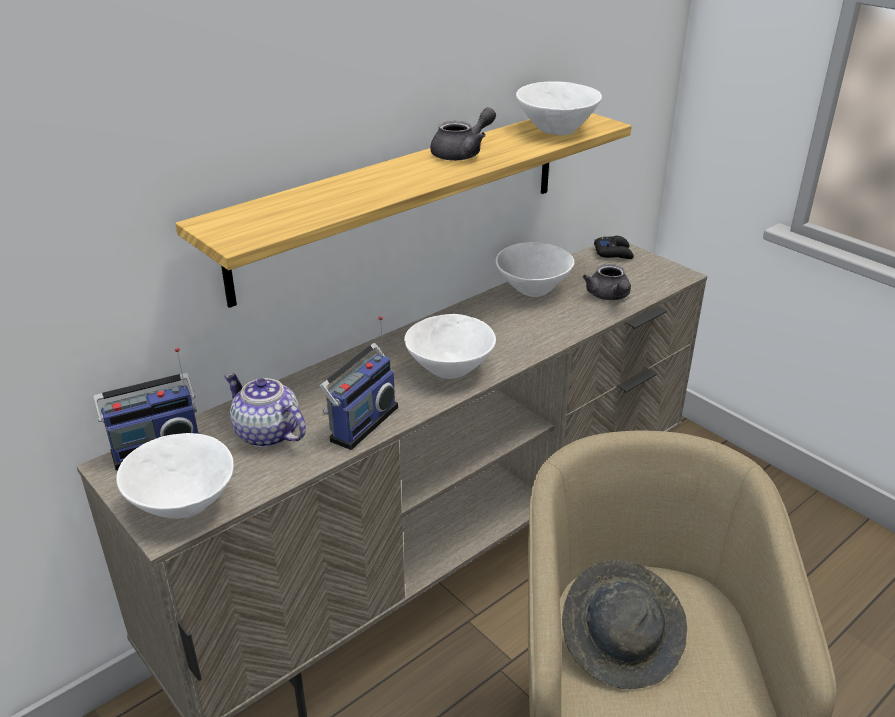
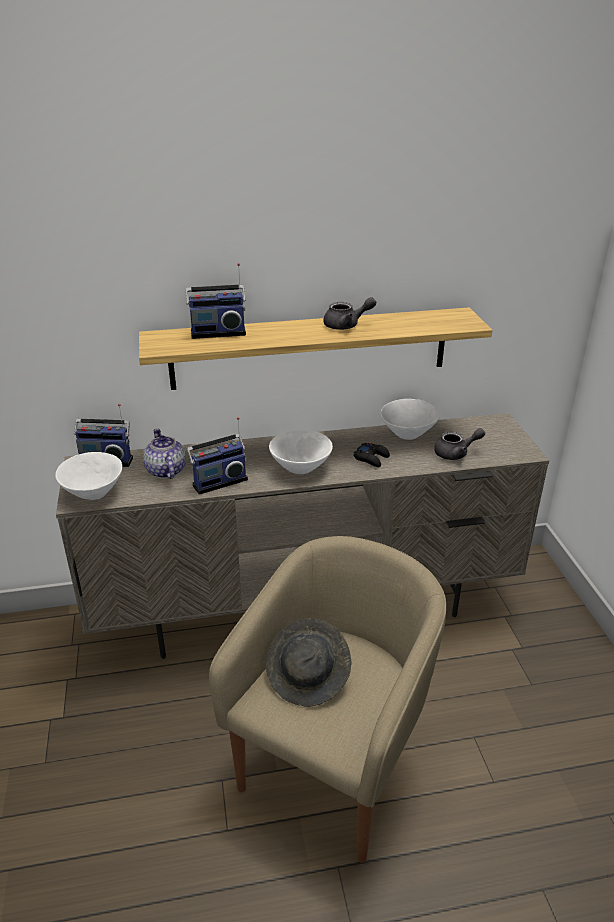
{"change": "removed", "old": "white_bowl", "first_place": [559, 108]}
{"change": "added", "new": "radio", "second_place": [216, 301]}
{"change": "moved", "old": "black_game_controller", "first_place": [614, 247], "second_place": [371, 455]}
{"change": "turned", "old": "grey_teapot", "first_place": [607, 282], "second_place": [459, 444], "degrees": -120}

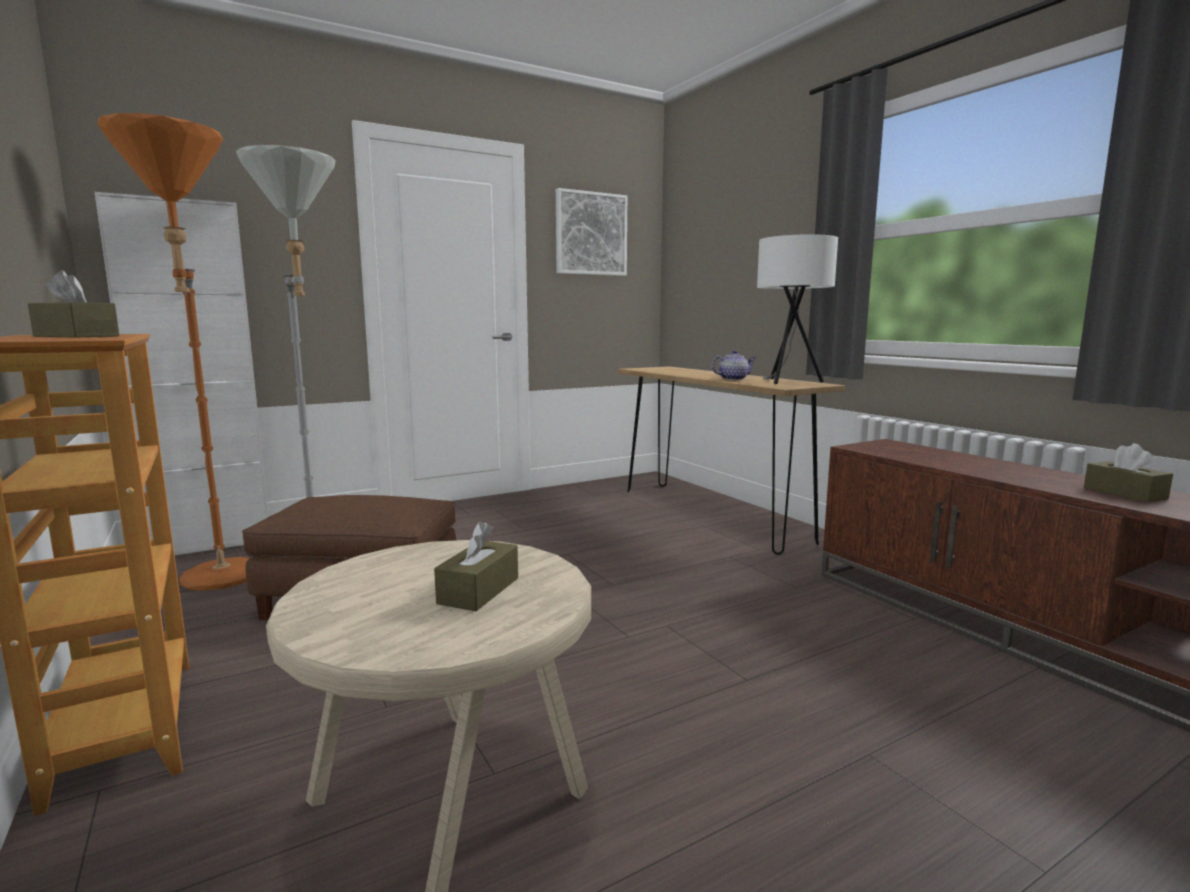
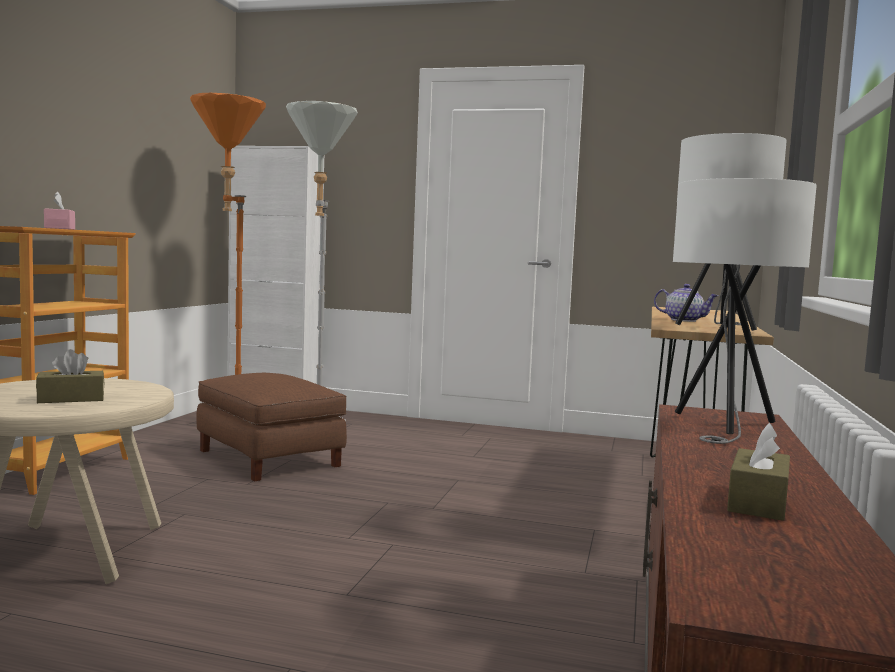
{"change": "removed", "old": "picture", "first_place": [591, 232]}
{"change": "added", "new": "white_table_lamp", "second_place": [745, 311]}
{"change": "recoloured", "old": "brown_tissue_box", "new": "pink_tissue_box", "first_place": [73, 304], "second_place": [59, 211]}

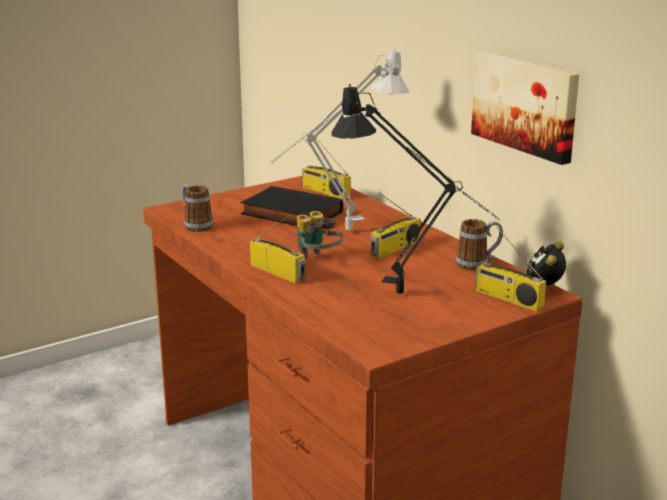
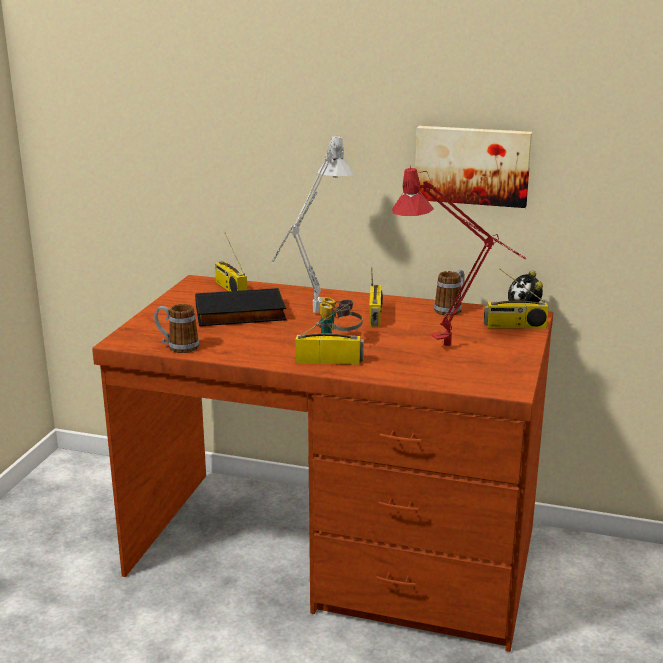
{"change": "recoloured", "old": "black_table_lamp", "new": "red_table_lamp", "first_place": [415, 189], "second_place": [459, 256]}
{"change": "turned", "old": "radio", "first_place": [326, 168], "second_place": [231, 262], "degrees": 60}

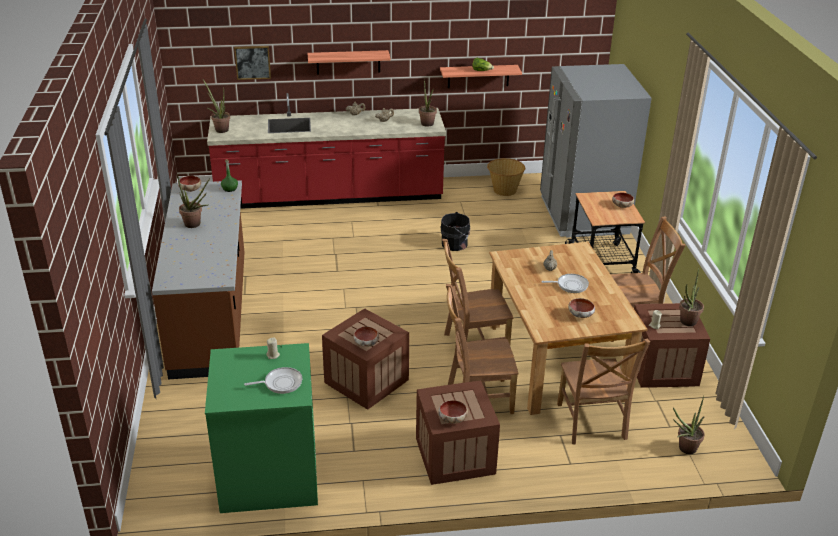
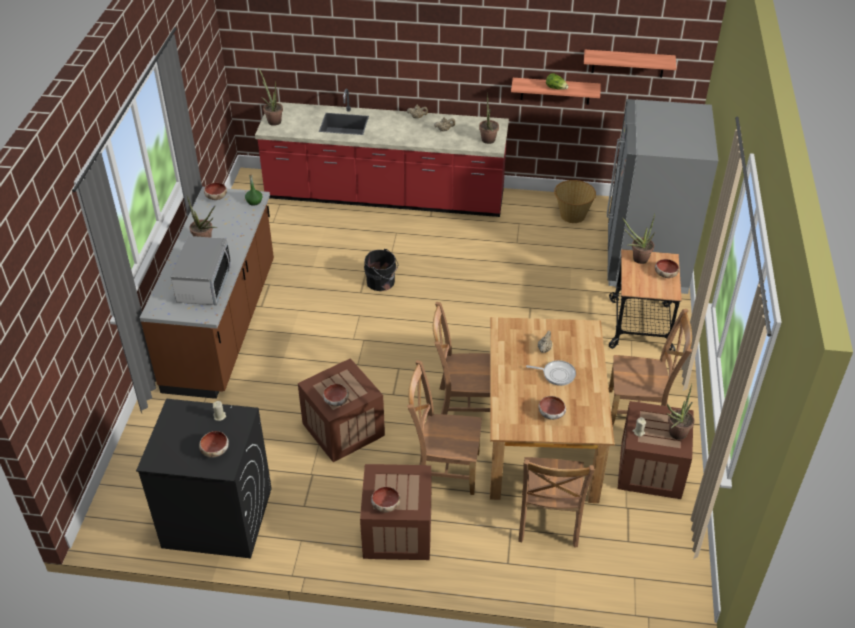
{"change": "removed", "old": "picture", "first_place": [252, 63]}
{"change": "added", "new": "microwave", "second_place": [201, 270]}
{"change": "moved", "old": "shelf", "first_place": [349, 62], "second_place": [630, 64]}
{"change": "moved", "old": "black_bucket", "first_place": [456, 231], "second_place": [381, 270]}
{"change": "moved", "old": "potted_plant", "first_place": [689, 425], "second_place": [638, 239]}
{"change": "replaced", "old": "frying_pan", "new": "bowl", "first_place": [273, 380], "second_place": [214, 444]}
{"change": "recoloured", "old": "green_washing_machine", "new": "black_washing_machine", "first_place": [261, 428], "second_place": [204, 478]}

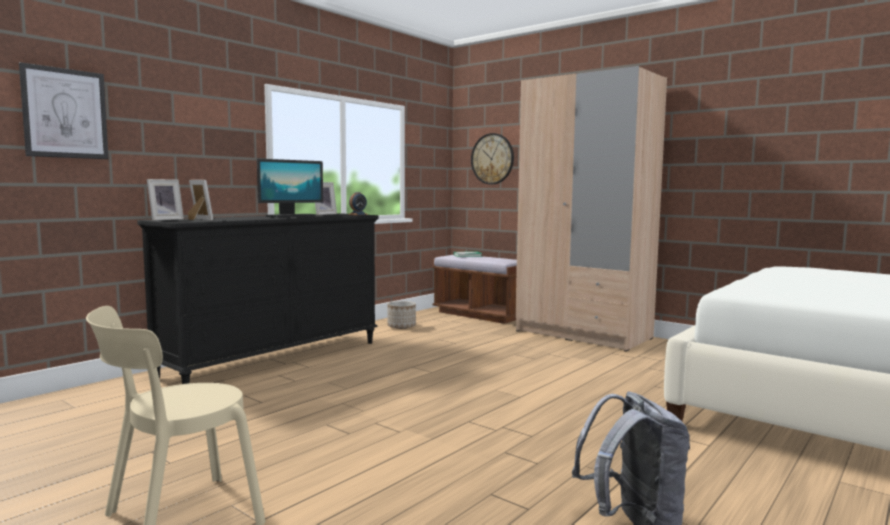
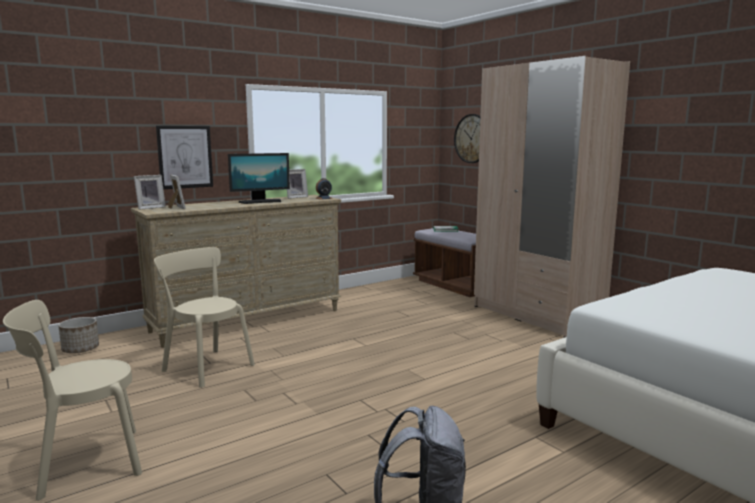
{"change": "added", "new": "beige_chair", "second_place": [204, 317]}
{"change": "moved", "old": "picture", "first_place": [64, 110], "second_place": [184, 157]}
{"change": "moved", "old": "planter", "first_place": [401, 315], "second_place": [78, 335]}
{"change": "recoloured", "old": "black_dresser", "new": "beige_dresser", "first_place": [258, 298], "second_place": [236, 271]}

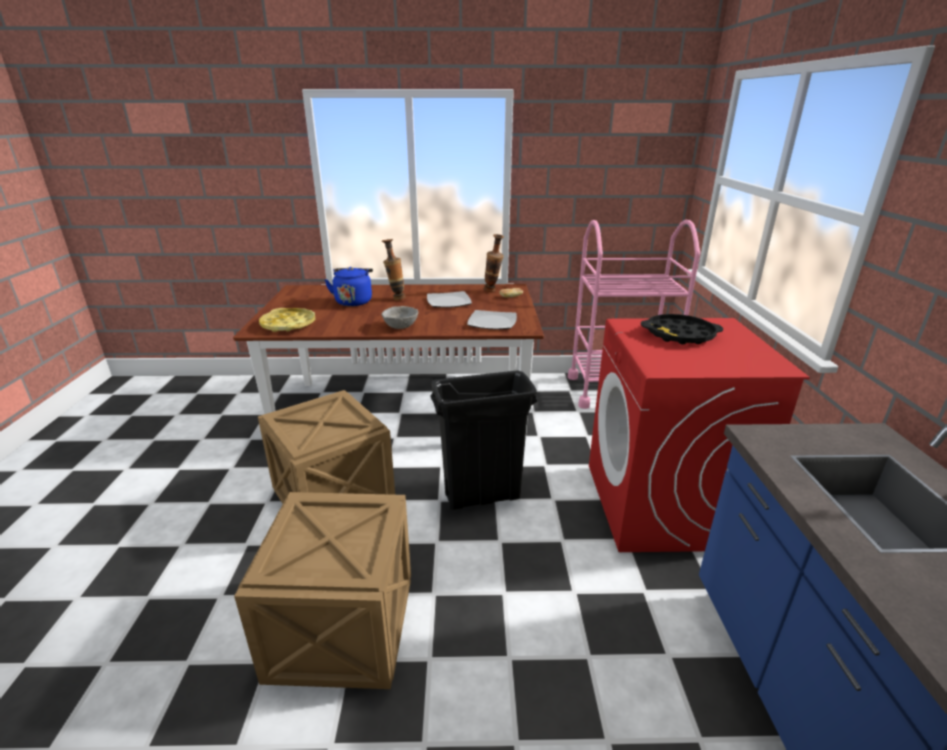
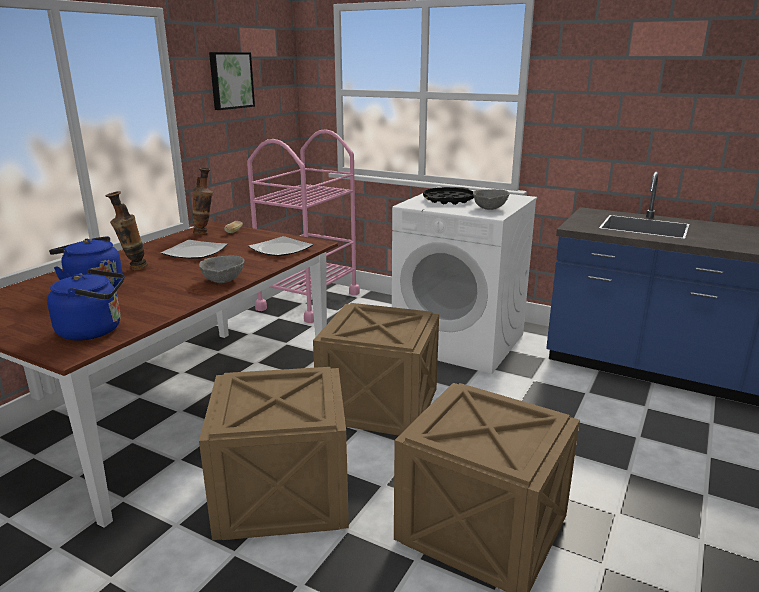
{"change": "added", "new": "picture", "second_place": [232, 81]}
{"change": "added", "new": "grey_bowl", "second_place": [491, 199]}
{"change": "replaced", "old": "yellow_tray", "new": "blue_kettle", "first_place": [287, 320], "second_place": [86, 305]}
{"change": "replaced", "old": "black_trash_can", "new": "crate", "first_place": [483, 440], "second_place": [376, 369]}
{"change": "recoloured", "old": "red_washing_machine", "new": "white_washing_machine", "first_place": [699, 435], "second_place": [464, 280]}

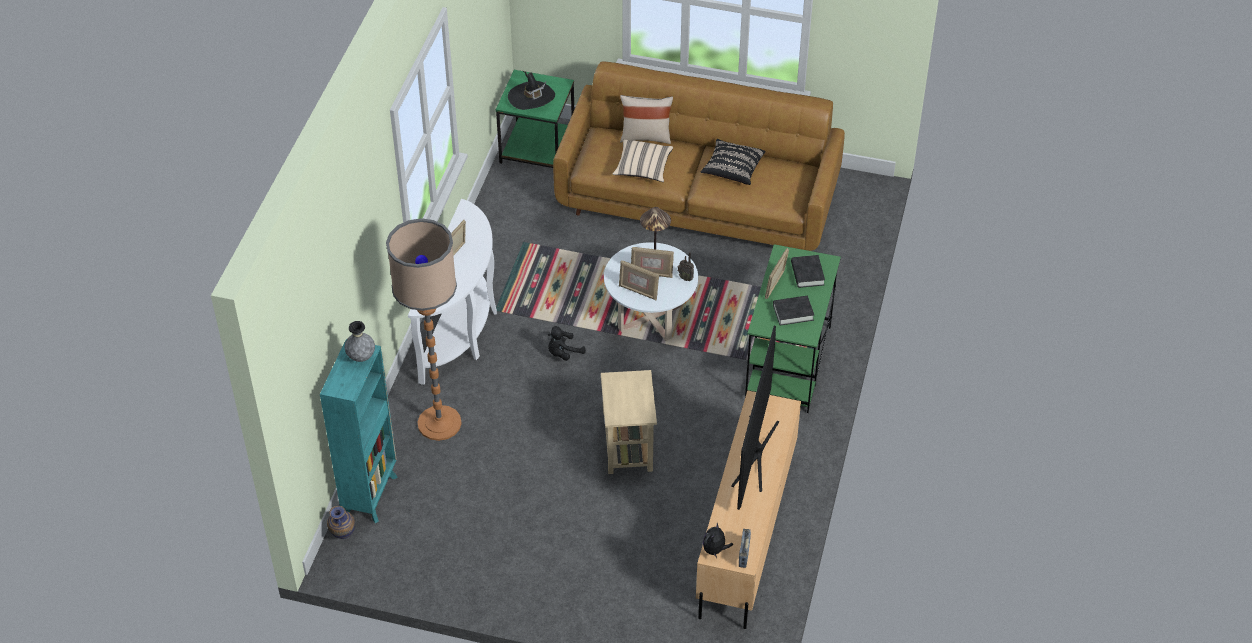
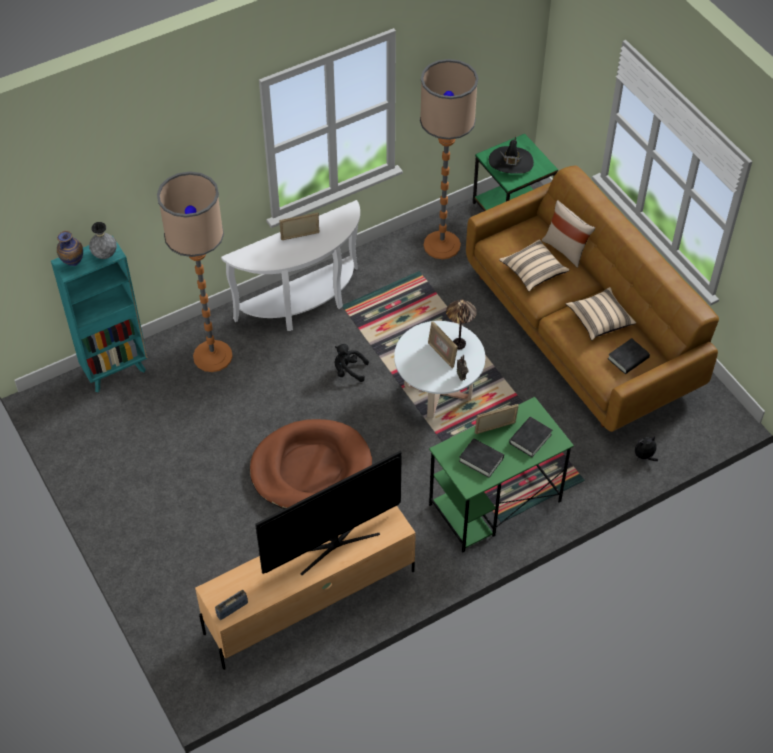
{"change": "removed", "old": "picture_frame", "first_place": [639, 280]}
{"change": "added", "new": "floor_lamp", "second_place": [449, 159]}
{"change": "added", "new": "black_book", "second_place": [629, 356]}
{"change": "moved", "old": "vase", "first_place": [341, 522], "second_place": [70, 248]}
{"change": "moved", "old": "plush_toy", "first_place": [718, 540], "second_place": [646, 448]}
{"change": "replaced", "old": "beige_side_table", "new": "brown_dog_bed", "first_place": [629, 422], "second_place": [311, 464]}
{"change": "recoloured", "old": "black_pillow", "new": "beige_pillow", "first_place": [733, 162], "second_place": [601, 314]}

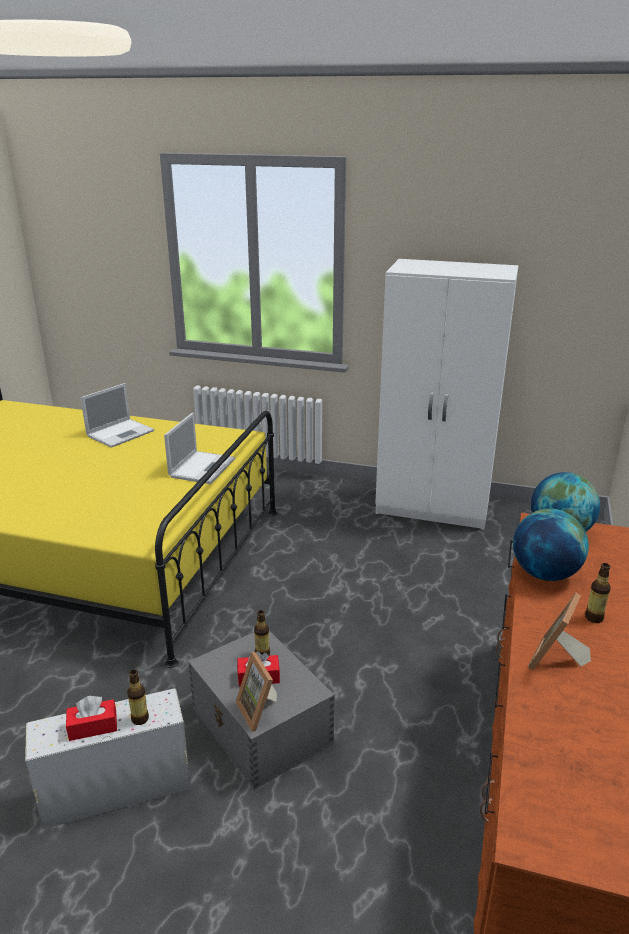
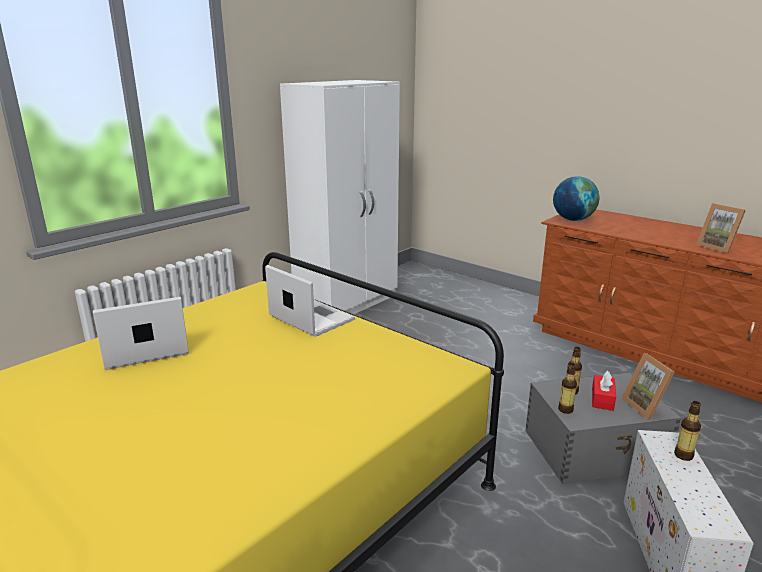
{"change": "removed", "old": "red_tissue_box", "first_place": [91, 718]}
{"change": "removed", "old": "globe", "first_place": [551, 545]}
{"change": "moved", "old": "bottle", "first_place": [598, 593], "second_place": [567, 388]}
{"change": "turned", "old": "laptop", "first_place": [117, 415], "second_place": [141, 333], "degrees": -90}
{"change": "turned", "old": "picture_frame", "first_place": [256, 692], "second_place": [648, 386], "degrees": 75}

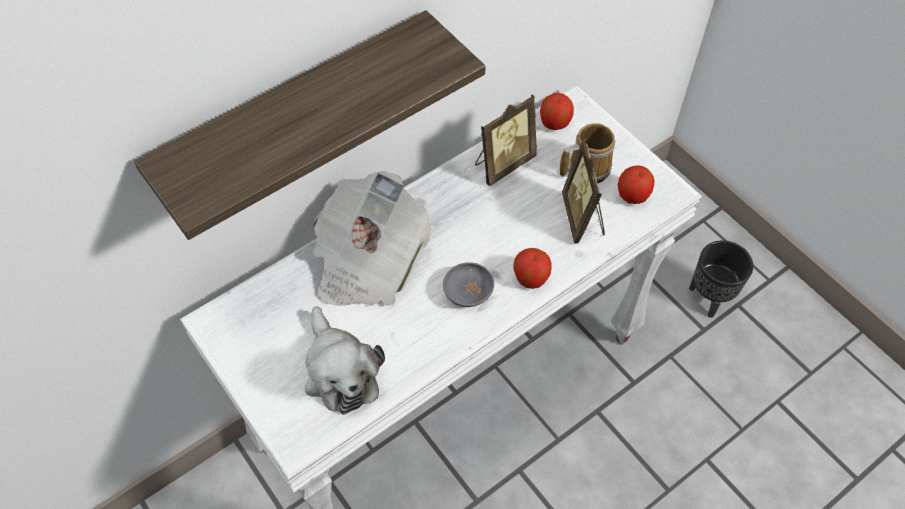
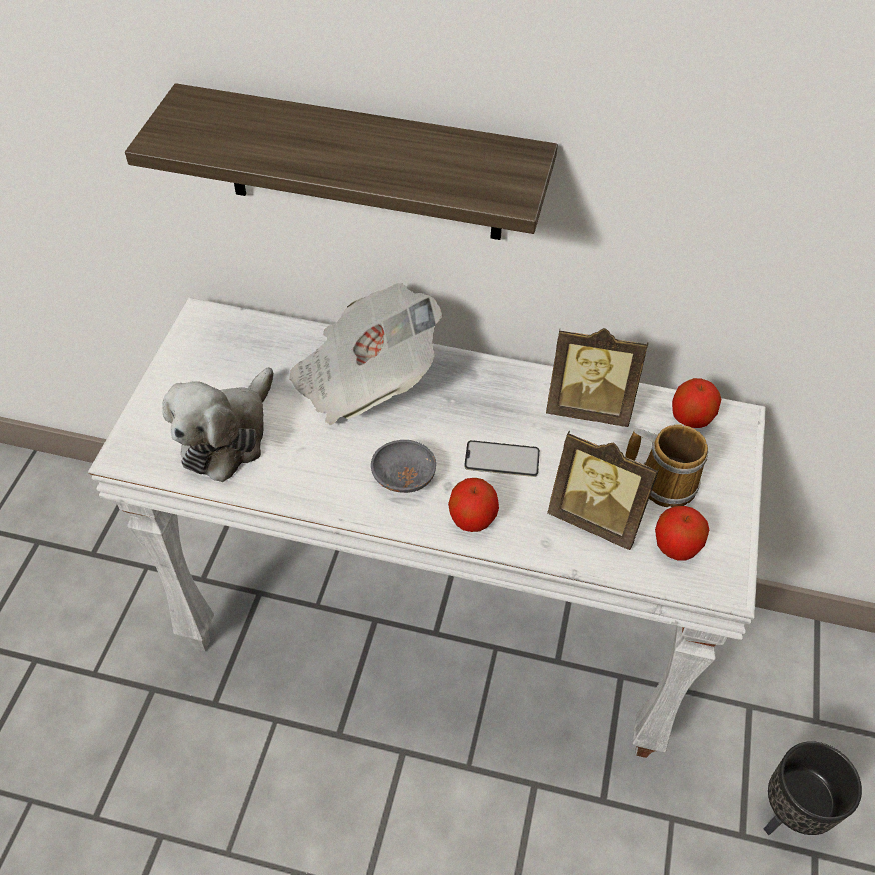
{"change": "added", "new": "phone", "second_place": [502, 458]}
{"change": "turned", "old": "picture_frame", "first_place": [583, 191], "second_place": [603, 490], "degrees": -105}

